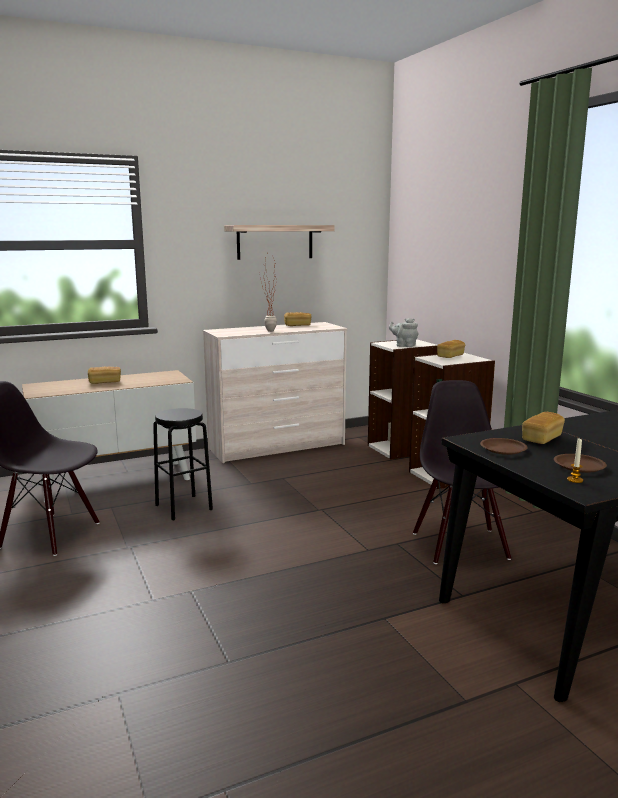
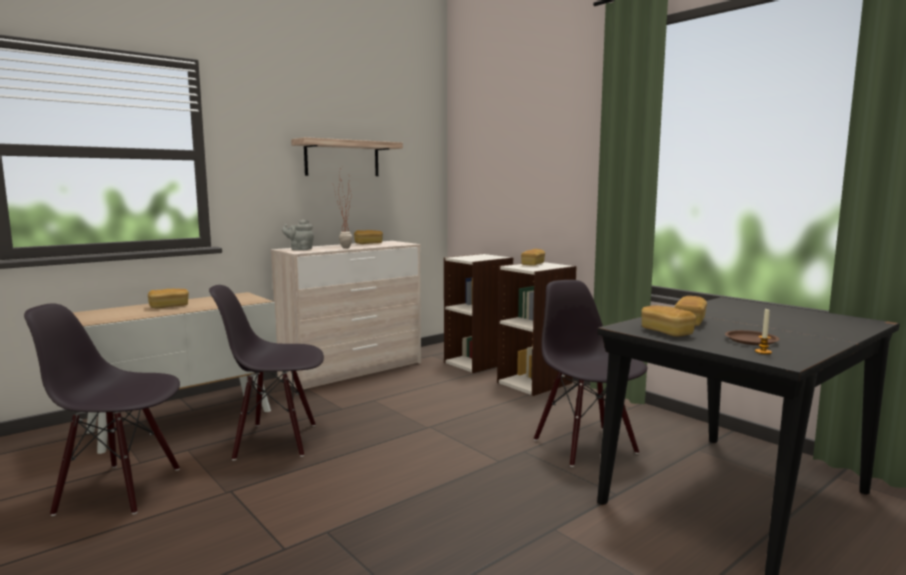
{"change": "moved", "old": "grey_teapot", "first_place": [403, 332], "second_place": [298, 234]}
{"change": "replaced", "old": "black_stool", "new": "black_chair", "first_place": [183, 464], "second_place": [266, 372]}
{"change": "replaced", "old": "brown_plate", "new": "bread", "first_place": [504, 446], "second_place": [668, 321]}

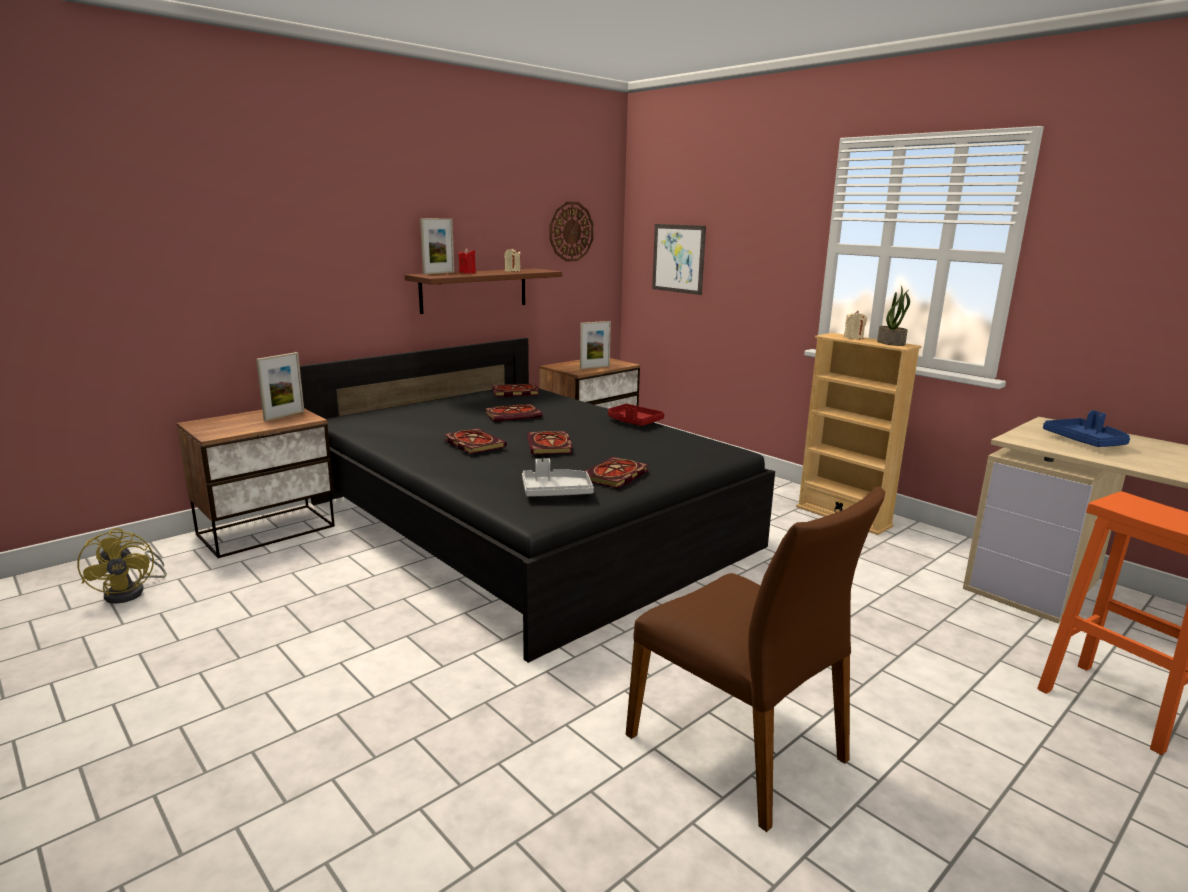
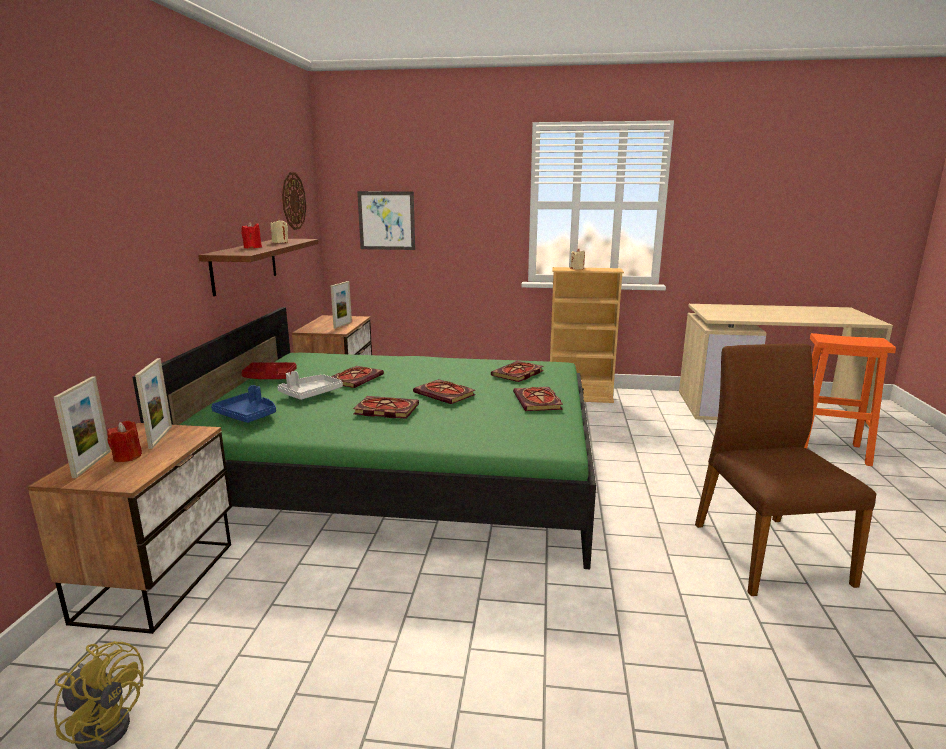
{"change": "removed", "old": "potted_plant", "first_place": [893, 316]}
{"change": "added", "new": "red_candle", "second_place": [124, 441]}
{"change": "moved", "old": "picture_frame", "first_place": [437, 246], "second_place": [82, 427]}
{"change": "moved", "old": "book", "first_place": [515, 390], "second_place": [517, 371]}
{"change": "moved", "old": "grey_tray", "first_place": [558, 477], "second_place": [310, 385]}
{"change": "moved", "old": "red_tray", "first_place": [636, 415], "second_place": [269, 370]}
{"change": "moved", "old": "blue_tray", "first_place": [1086, 428], "second_place": [243, 404]}
{"change": "recoloured", "old": "black_bed", "new": "green_bed", "first_place": [537, 500], "second_place": [364, 438]}
{"change": "turned", "old": "brown_chair", "first_place": [755, 659], "second_place": [785, 470], "degrees": -105}

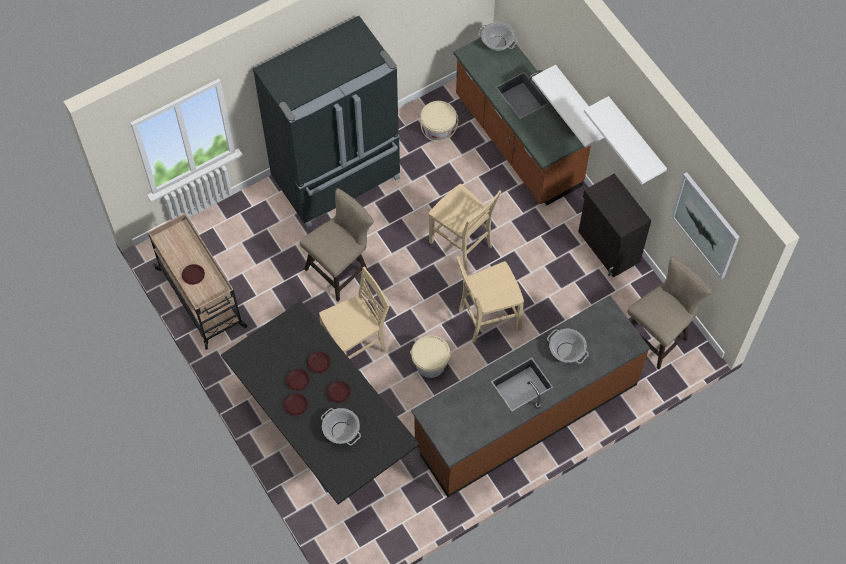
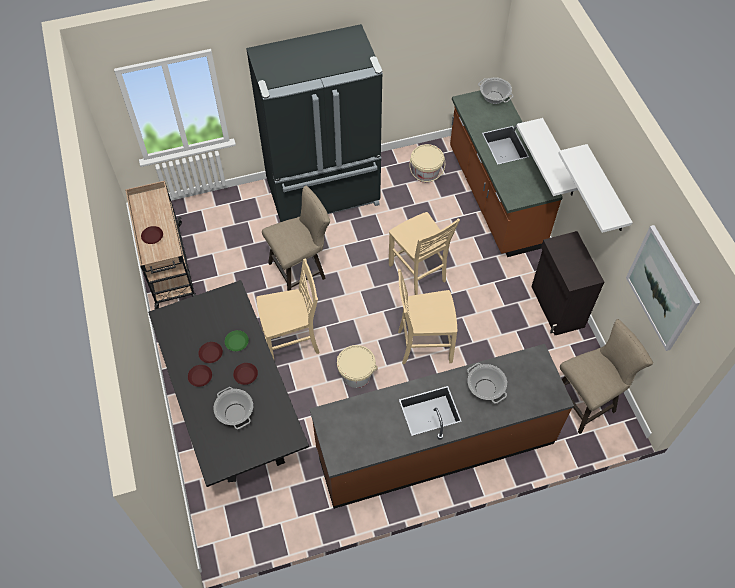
{"change": "recoloured", "old": "brown_plate", "new": "green_plate", "first_place": [319, 362], "second_place": [237, 340]}

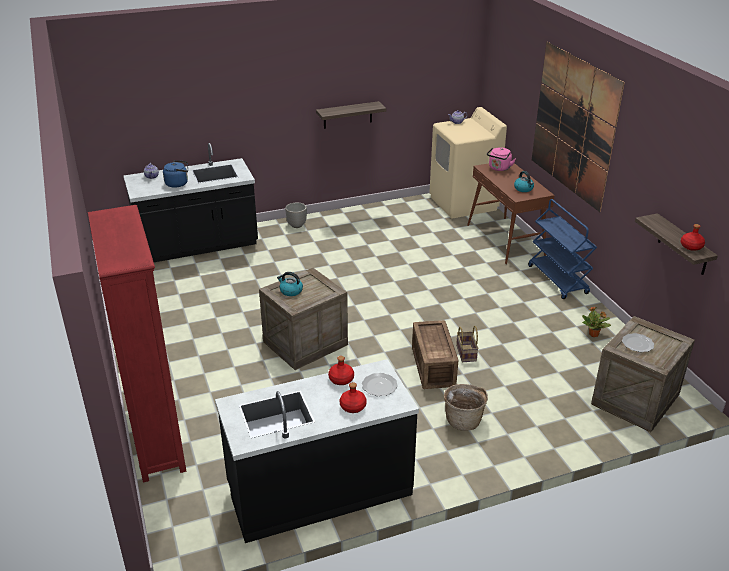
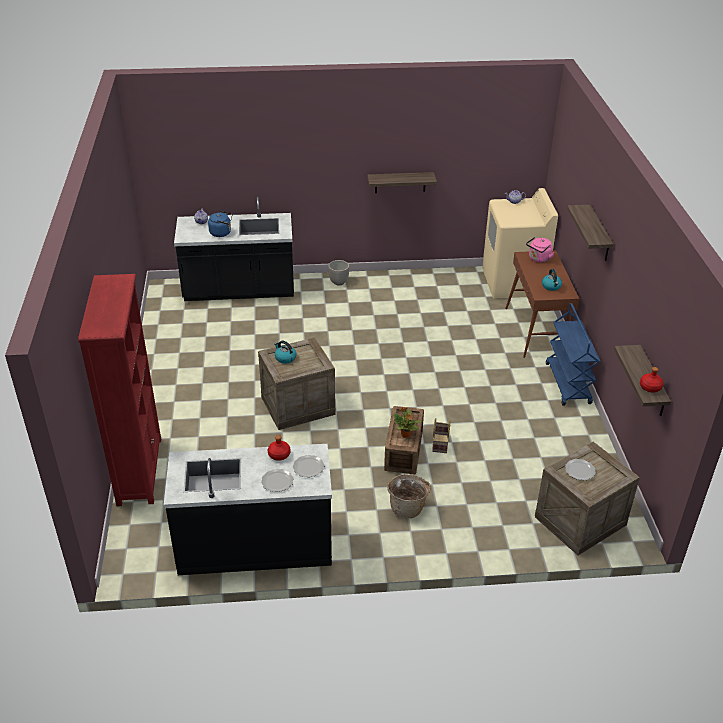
{"change": "moved", "old": "potted_plant", "first_place": [596, 322], "second_place": [407, 422]}
{"change": "replaced", "old": "red_bottle", "new": "plate", "first_place": [353, 397], "second_place": [277, 480]}
{"change": "replaced", "old": "picture", "new": "shelf", "first_place": [578, 127], "second_place": [590, 233]}

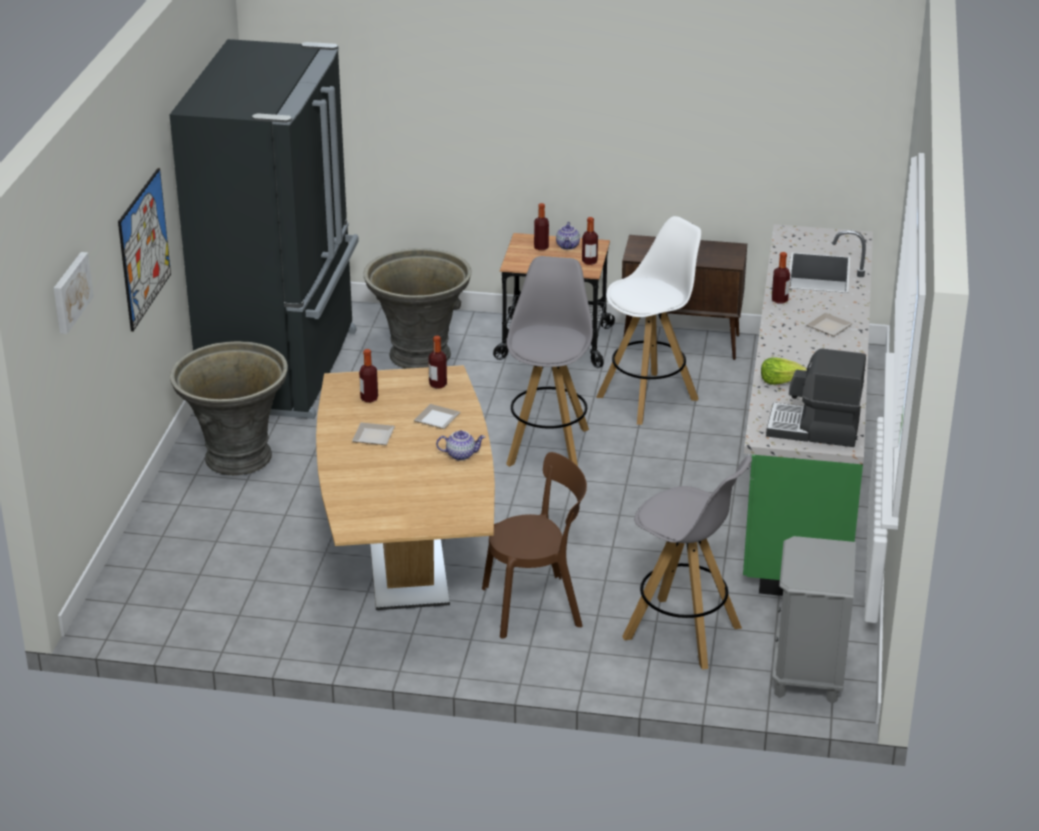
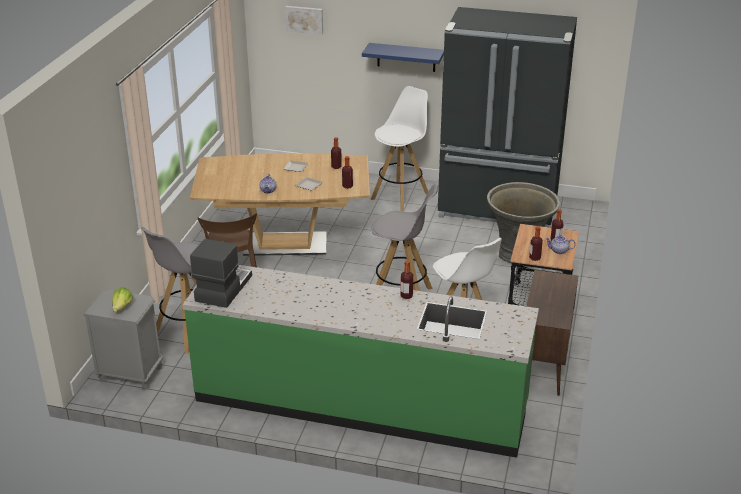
{"change": "removed", "old": "plate", "first_place": [830, 324]}
{"change": "moved", "old": "lettuce", "first_place": [784, 371], "second_place": [122, 299]}
{"change": "replaced", "old": "picture", "new": "blue_shelf", "first_place": [144, 250], "second_place": [403, 57]}
{"change": "replaced", "old": "grey_planter", "new": "white_stool", "first_place": [229, 408], "second_place": [399, 148]}

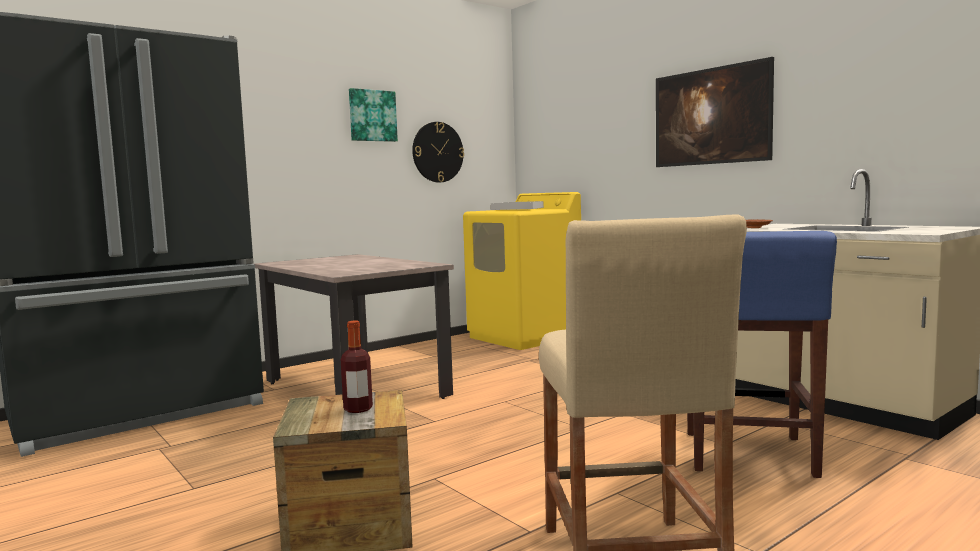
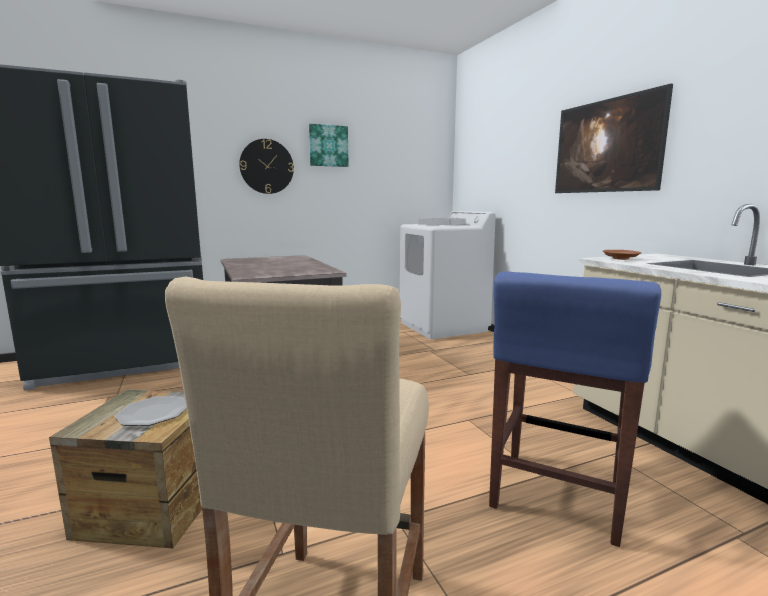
{"change": "moved", "old": "wall_clock", "first_place": [438, 152], "second_place": [266, 166]}
{"change": "replaced", "old": "bottle", "new": "plate", "first_place": [357, 367], "second_place": [151, 411]}
{"change": "recoloured", "old": "yellow_washing_machine", "new": "white_washing_machine", "first_place": [522, 271], "second_place": [448, 275]}

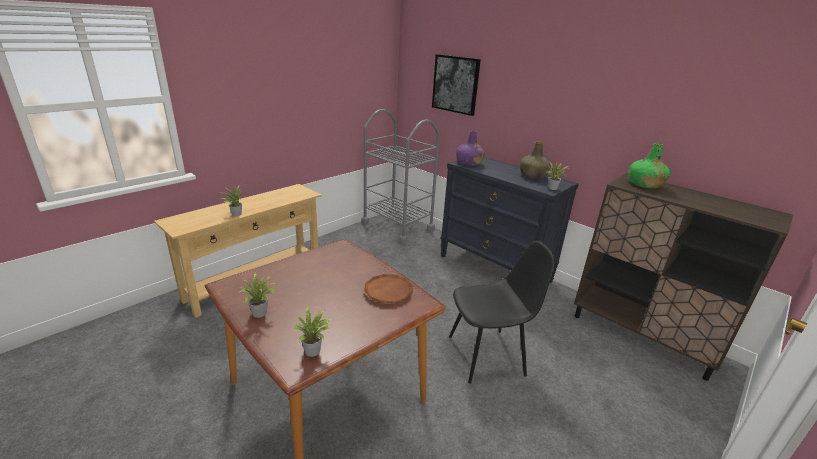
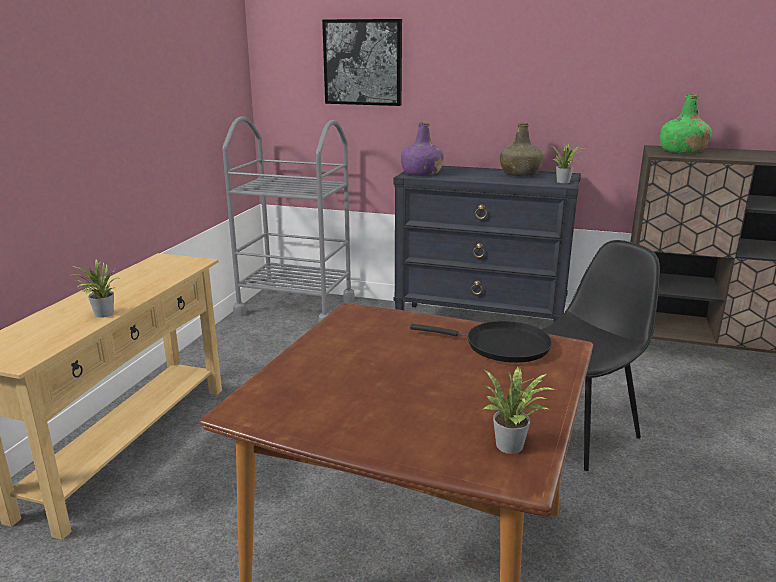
{"change": "removed", "old": "potted_plant", "first_place": [257, 295]}
{"change": "replaced", "old": "brown_plate", "new": "black_frying_pan", "first_place": [388, 288], "second_place": [481, 342]}

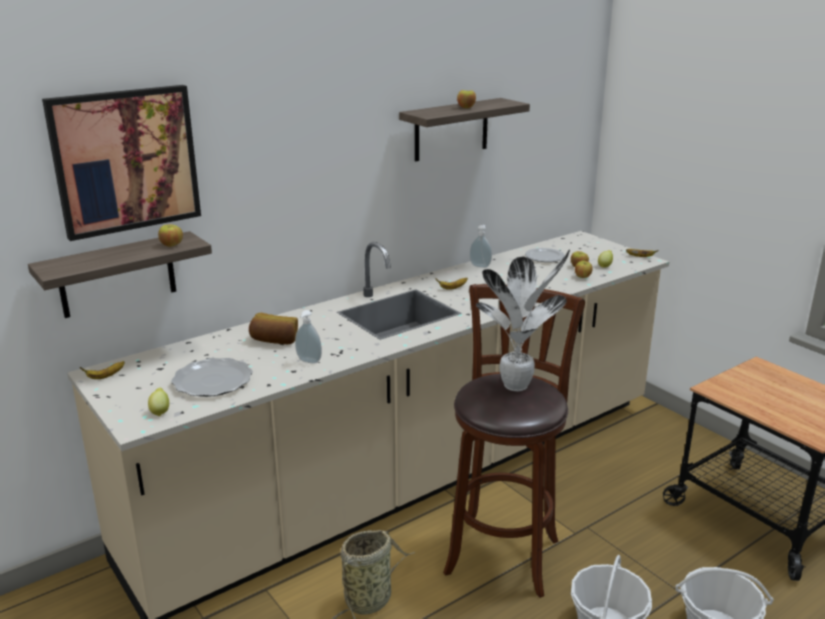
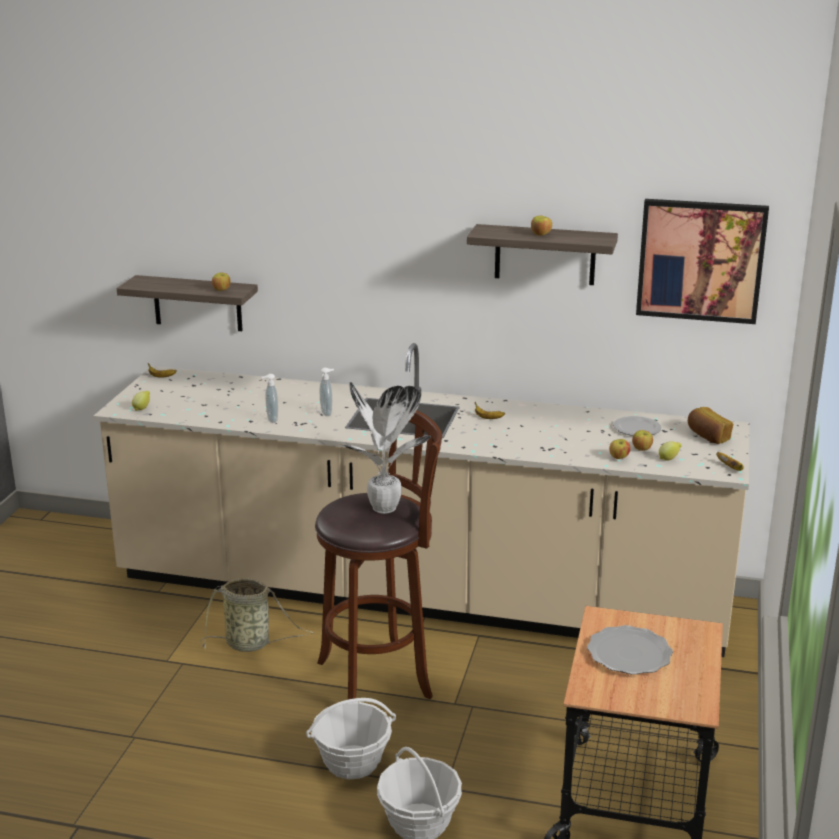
{"change": "moved", "old": "picture", "first_place": [121, 163], "second_place": [702, 261]}
{"change": "moved", "old": "plate", "first_place": [212, 377], "second_place": [630, 650]}
{"change": "moved", "old": "bread", "first_place": [273, 328], "second_place": [710, 425]}
{"change": "moved", "old": "soap_dispenser", "first_place": [481, 246], "second_place": [327, 392]}

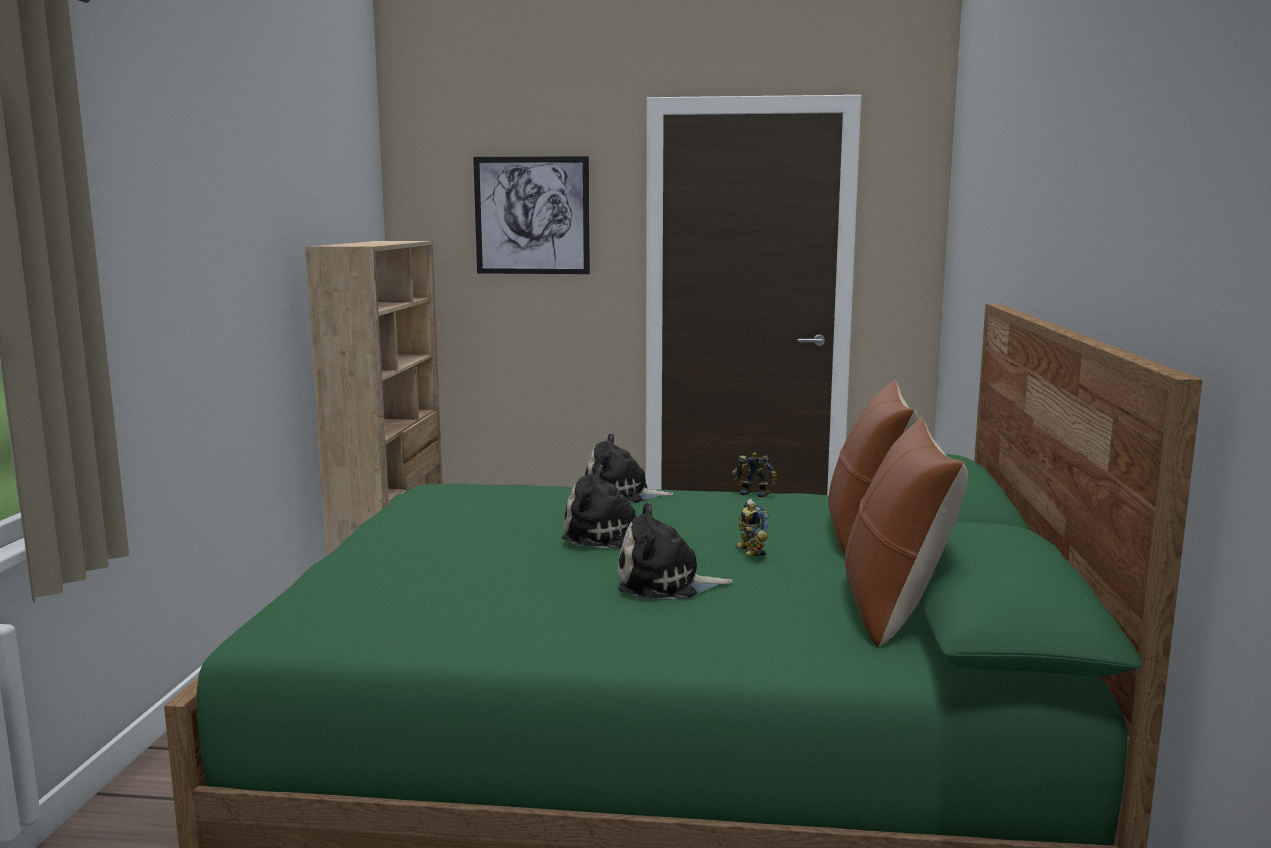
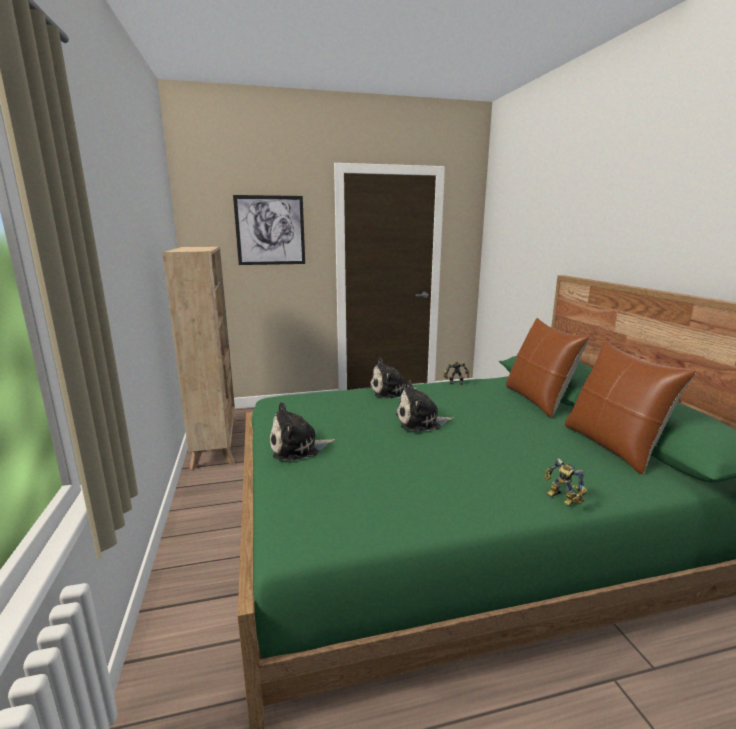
{"change": "moved", "old": "plush_toy", "first_place": [675, 550], "second_place": [302, 431]}
{"change": "moved", "old": "toy_robot", "first_place": [752, 527], "second_place": [566, 481]}

